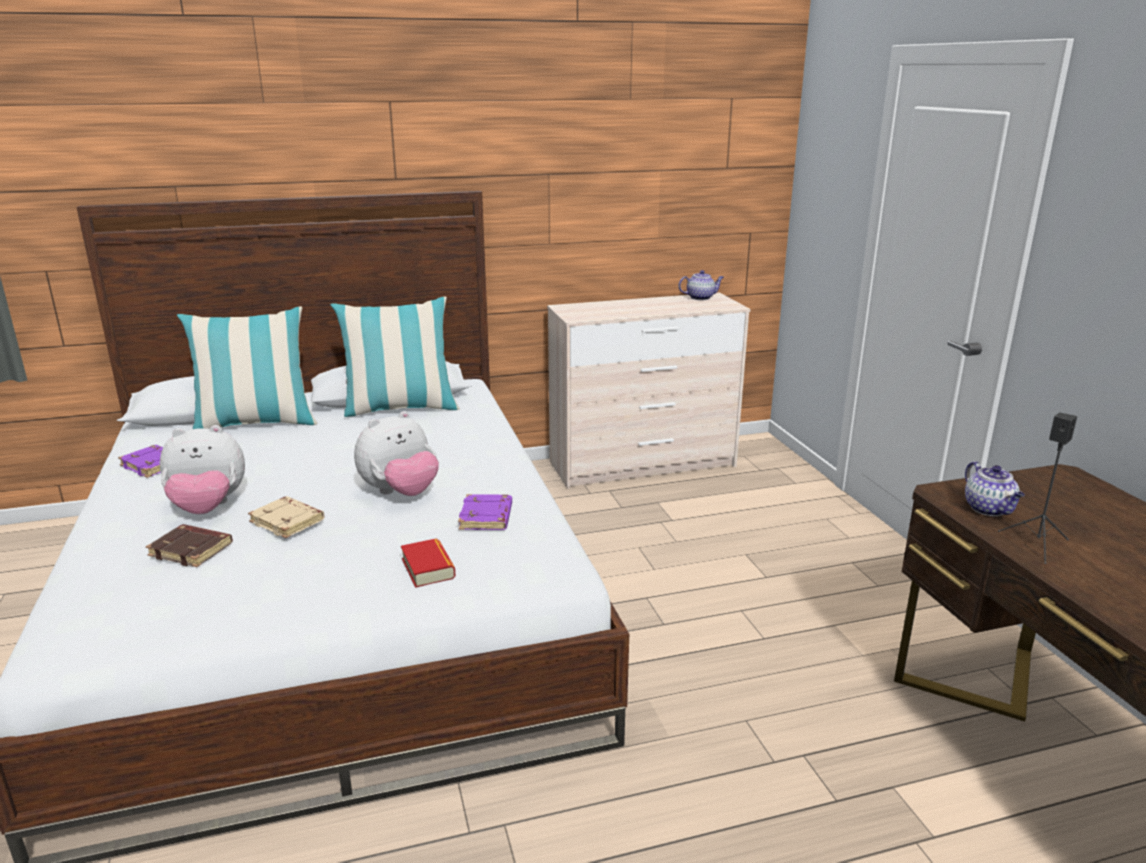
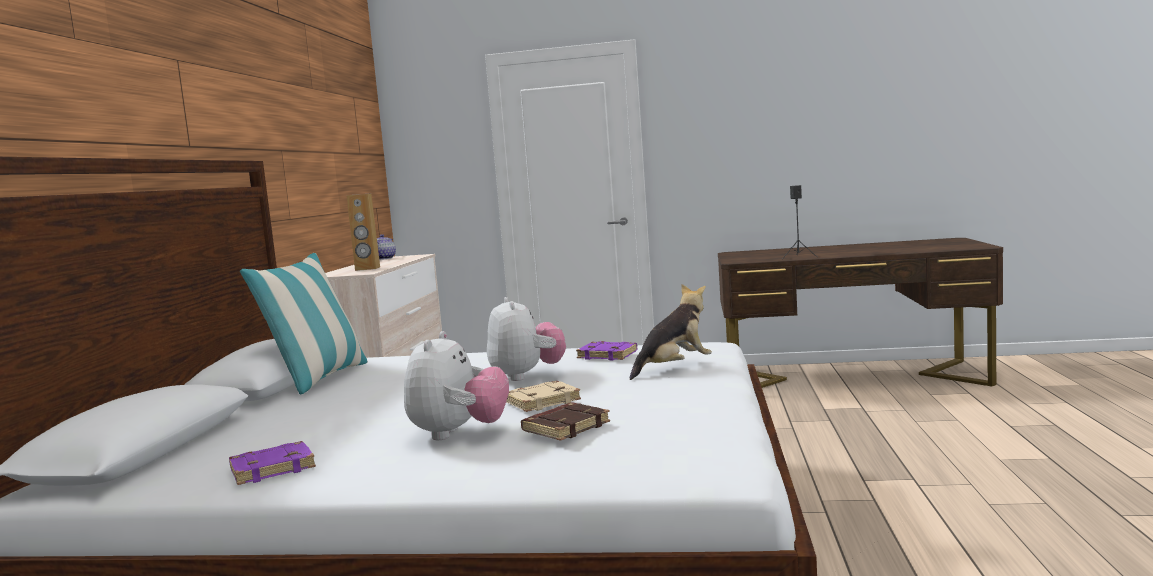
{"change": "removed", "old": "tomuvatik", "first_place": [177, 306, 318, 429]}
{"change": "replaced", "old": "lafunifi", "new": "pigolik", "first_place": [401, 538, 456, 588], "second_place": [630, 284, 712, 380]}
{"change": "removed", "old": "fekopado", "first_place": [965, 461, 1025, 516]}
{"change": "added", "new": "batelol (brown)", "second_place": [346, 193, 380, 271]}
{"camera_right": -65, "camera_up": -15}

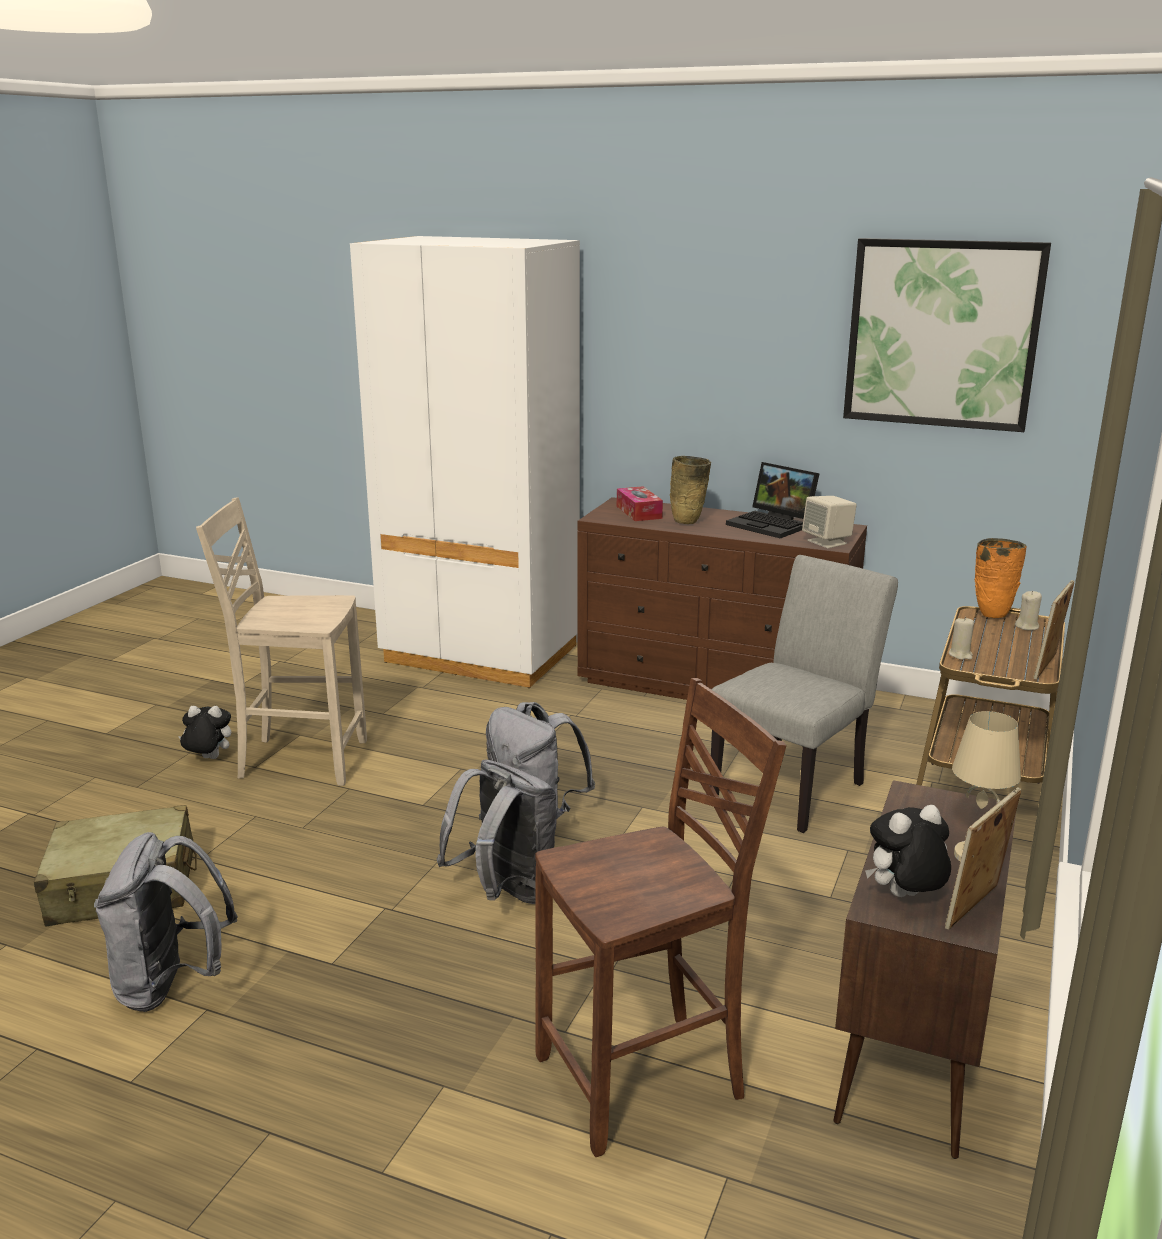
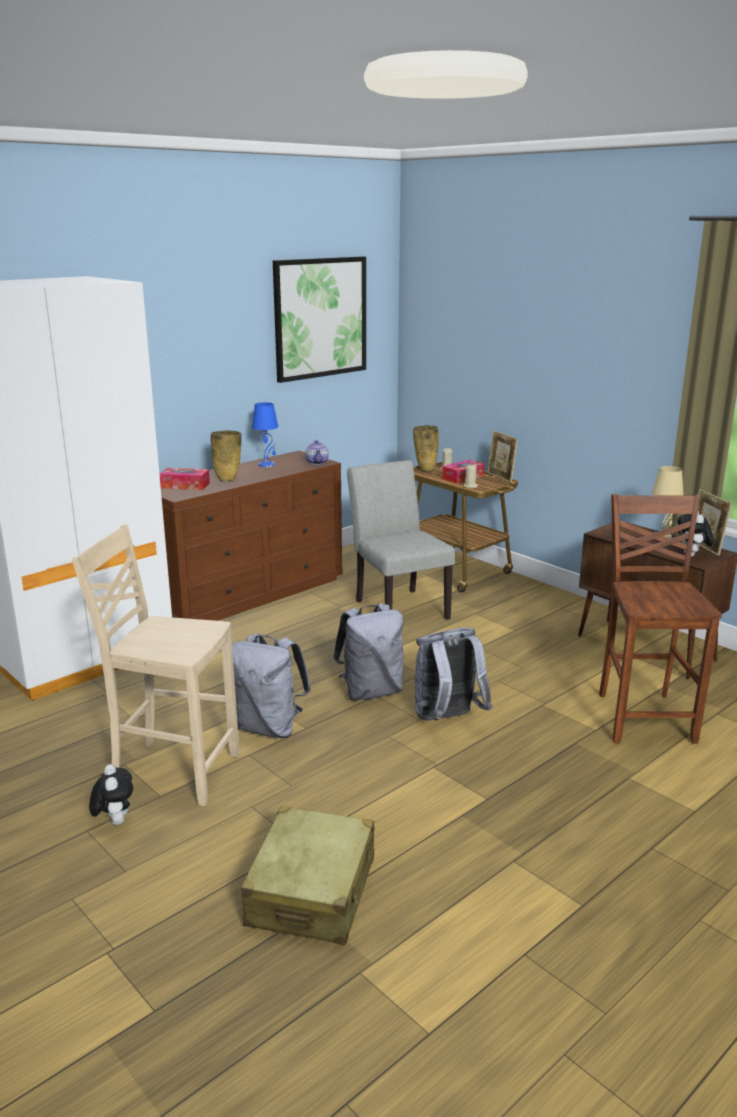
{"change": "moved", "old": "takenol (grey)", "first_place": [94, 832, 238, 1012], "second_place": [232, 633, 311, 738]}
{"change": "turned", "old": "pigolik", "first_place": [178, 706, 231, 759], "second_place": [89, 764, 133, 825], "degrees": 135}
{"change": "turned", "old": "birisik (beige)", "first_place": [196, 497, 367, 786], "second_place": [72, 525, 239, 806], "degrees": 75}
{"change": "replaced", "old": "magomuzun", "new": "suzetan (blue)", "first_place": [726, 462, 820, 538], "second_place": [252, 402, 278, 468]}
{"change": "replaced", "old": "batelol (beige)", "new": "fekopado", "first_place": [802, 496, 857, 548], "second_place": [305, 440, 329, 465]}
{"change": "recoloured", "old": "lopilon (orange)", "new": "lopilon (beige)", "first_place": [975, 538, 1027, 618], "second_place": [413, 425, 439, 471]}
{"change": "added", "new": "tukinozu", "second_place": [442, 460, 484, 484]}
{"camera_right": -65, "camera_up": 0}

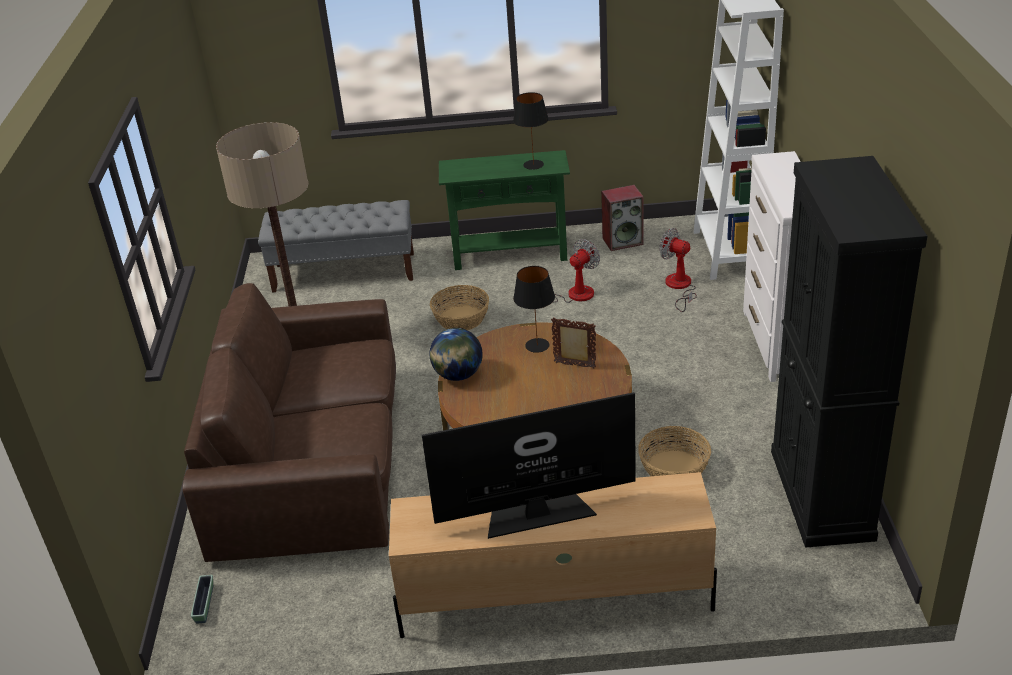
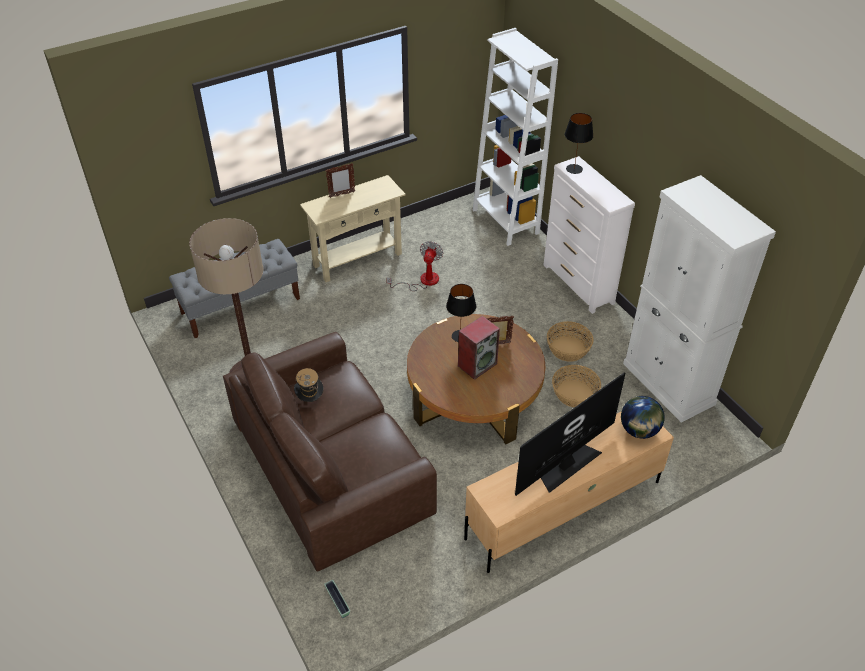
{"change": "moved", "old": "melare", "first_place": [429, 328, 483, 381], "second_place": [621, 396, 665, 439]}
{"change": "moved", "old": "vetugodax", "first_place": [430, 285, 489, 330], "second_place": [547, 321, 594, 362]}
{"change": "recoloured", "old": "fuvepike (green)", "new": "fuvepike (beige)", "first_place": [439, 150, 570, 270], "second_place": [300, 175, 406, 282]}
{"change": "moved", "old": "suzetan (black)", "first_place": [513, 92, 549, 170], "second_place": [565, 113, 593, 174]}
{"change": "moved", "old": "batelol", "first_place": [601, 185, 644, 251], "second_place": [458, 316, 500, 380]}
{"change": "removed", "old": "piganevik", "first_place": [659, 228, 697, 312]}
{"change": "recoloured", "old": "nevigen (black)", "new": "nevigen (white)", "first_place": [771, 156, 927, 548], "second_place": [623, 175, 776, 423]}
{"change": "added", "new": "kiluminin", "second_place": [294, 368, 324, 402]}
{"change": "added", "new": "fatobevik", "second_place": [326, 163, 355, 198]}
{"camera_right": -30, "camera_up": 10}

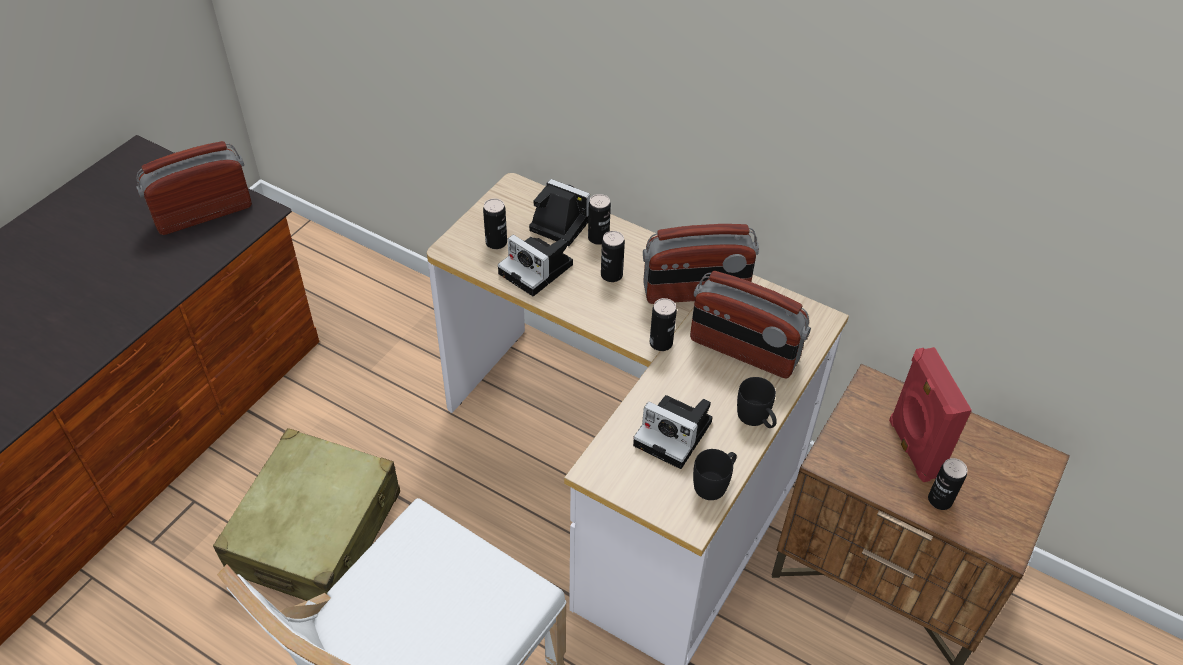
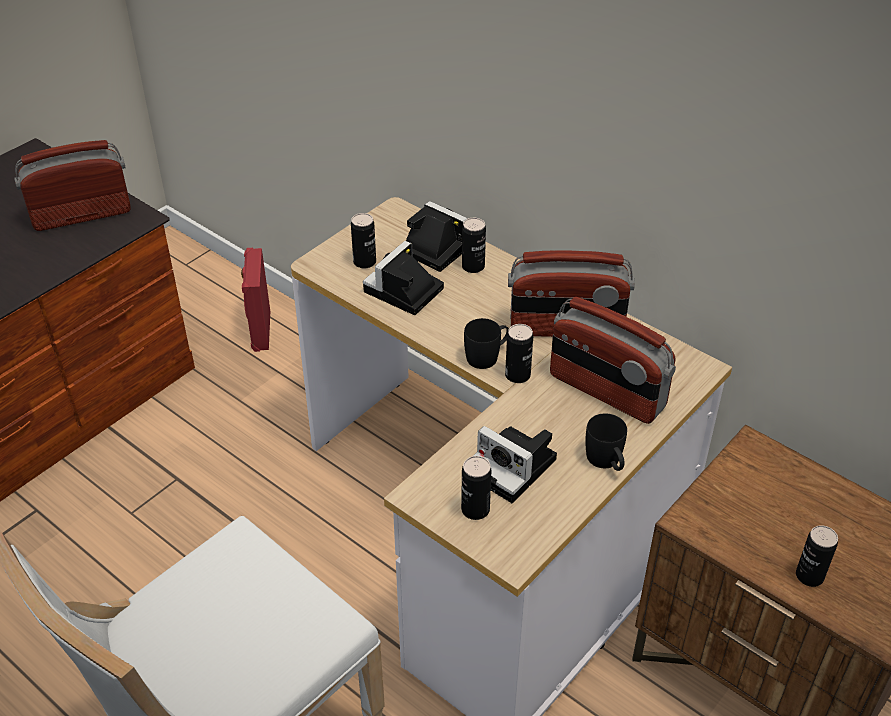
{"change": "removed", "old": "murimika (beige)", "first_place": [213, 428, 400, 601]}
{"change": "turned", "old": "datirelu", "first_place": [498, 235, 573, 296], "second_place": [363, 241, 444, 315], "degrees": 75}
{"change": "moved", "old": "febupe", "first_place": [601, 231, 625, 282], "second_place": [461, 456, 491, 520]}
{"change": "moved", "old": "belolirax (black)", "first_place": [693, 449, 737, 500], "second_place": [464, 318, 509, 369]}
{"change": "moved", "old": "batelol (red)", "first_place": [889, 347, 972, 482], "second_place": [241, 248, 270, 352]}
{"camera_right": 10, "camera_up": -5}

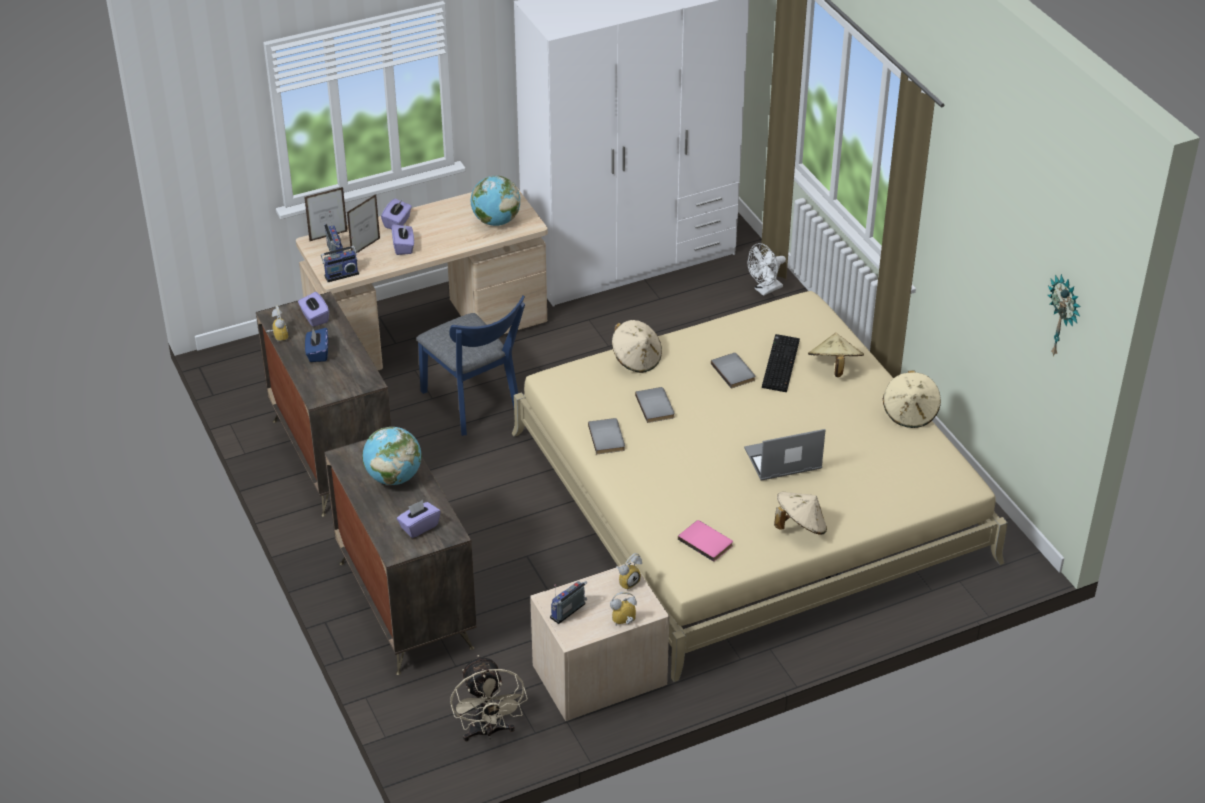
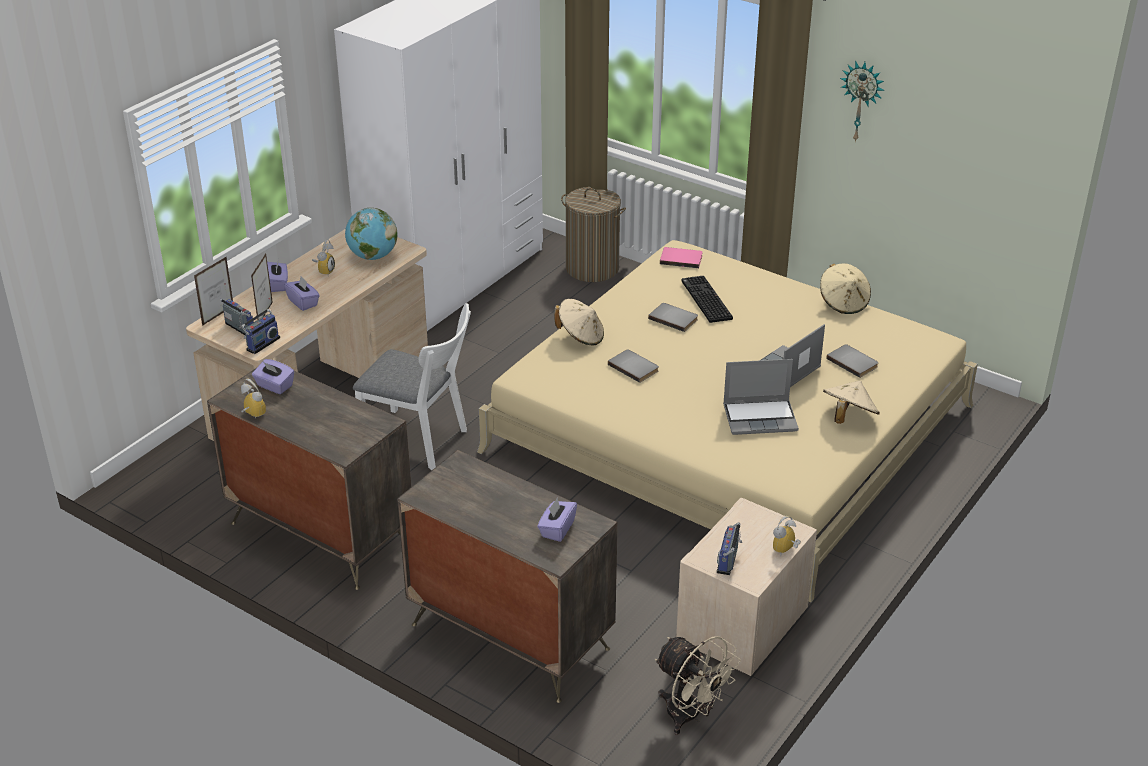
{"change": "removed", "old": "tukinozu (blue)", "first_place": [305, 328, 328, 362]}
{"change": "removed", "old": "melare", "first_place": [362, 427, 422, 485]}
{"change": "recoloured", "old": "birisik (blue)", "new": "birisik (white)", "first_place": [416, 295, 525, 436], "second_place": [353, 303, 471, 470]}
{"change": "moved", "old": "lafunifi (grey)", "first_place": [588, 418, 625, 454], "second_place": [826, 344, 879, 378]}
{"change": "moved", "old": "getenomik", "first_place": [616, 553, 642, 590], "second_place": [312, 239, 335, 275]}
{"change": "moved", "old": "lafunifi (pink)", "first_place": [678, 520, 733, 562], "second_place": [660, 247, 703, 268]}
{"change": "replaced", "old": "piganevik (white)", "new": "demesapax", "first_place": [748, 243, 786, 296], "second_place": [561, 187, 626, 282]}
{"change": "removed", "old": "kiluminin (beige)", "first_place": [808, 333, 864, 377]}
{"change": "moved", "old": "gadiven", "first_place": [1048, 274, 1080, 357], "second_place": [840, 60, 885, 142]}
{"change": "added", "new": "magomuzun", "second_place": [723, 359, 799, 435]}
{"camera_right": -30, "camera_up": -5}

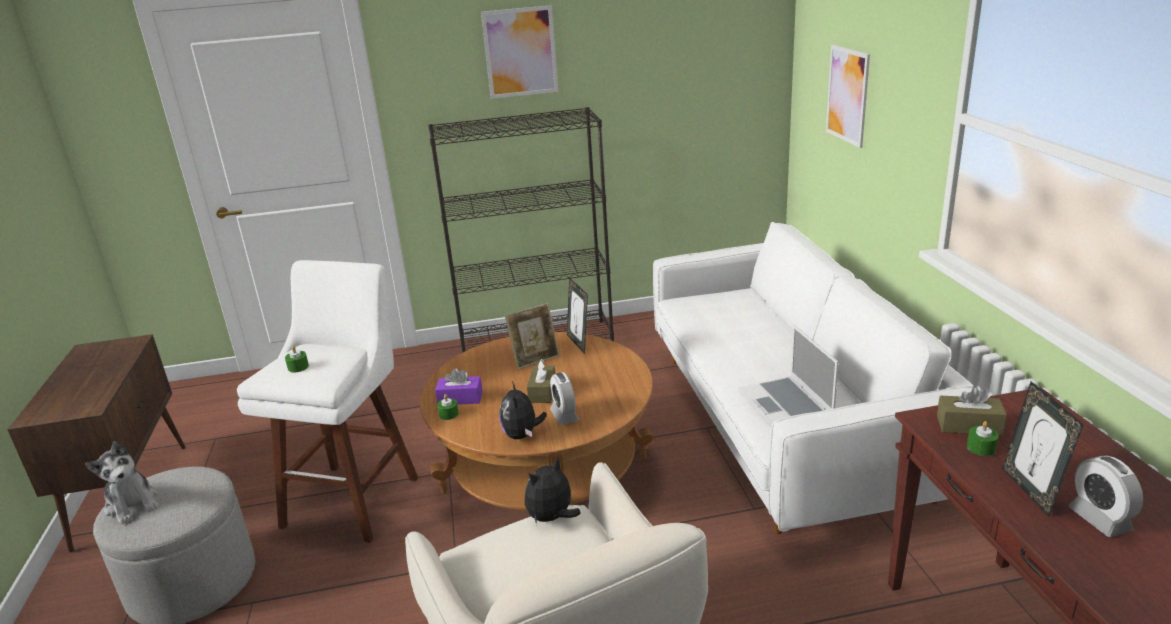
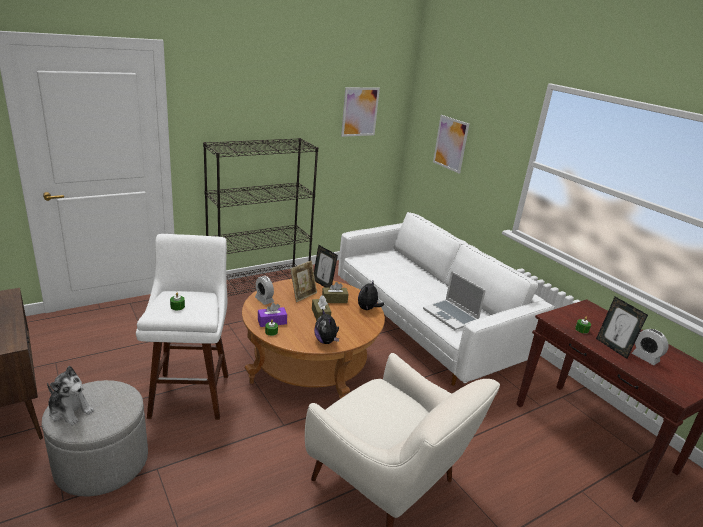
{"change": "moved", "old": "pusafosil", "first_place": [481, 5, 559, 99], "second_place": [341, 87, 380, 137]}
{"change": "moved", "old": "pigolik", "first_place": [525, 457, 581, 524], "second_place": [358, 281, 384, 310]}
{"change": "moved", "old": "getenomik", "first_place": [550, 372, 580, 425], "second_place": [255, 276, 274, 305]}
{"change": "moved", "old": "tukinozu (brown)", "first_place": [937, 385, 1007, 436], "second_place": [322, 282, 348, 303]}
{"camera_right": -25, "camera_up": 0}

